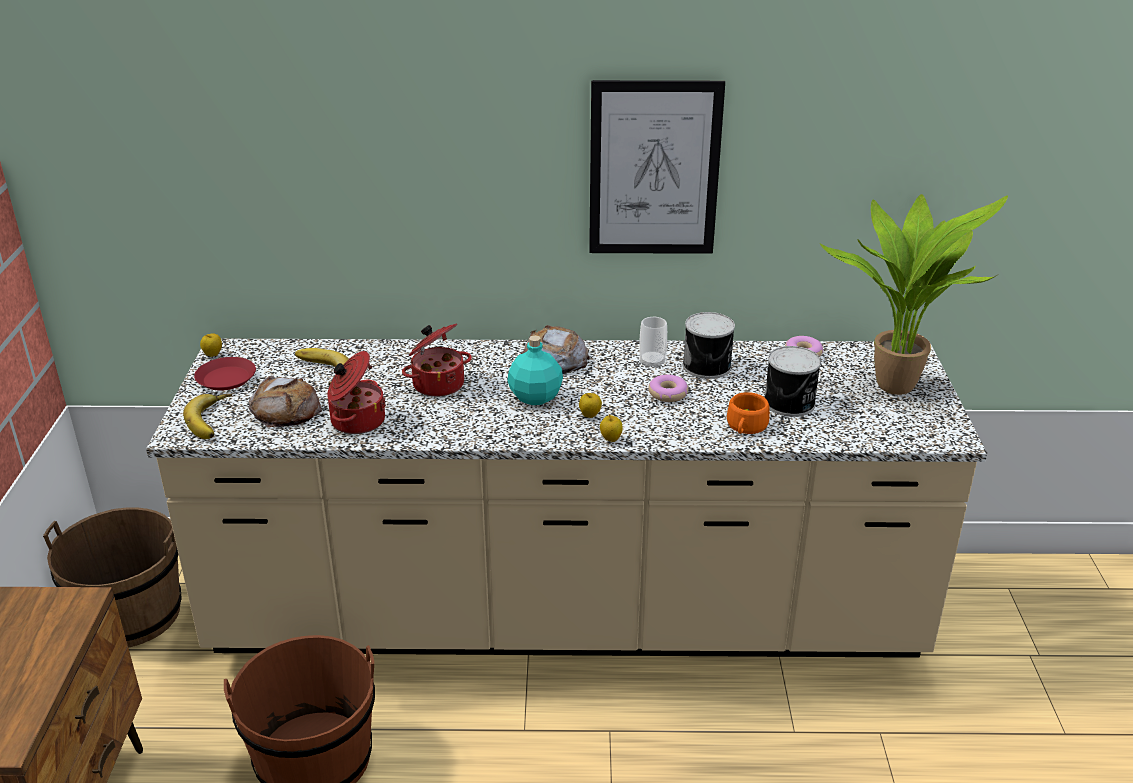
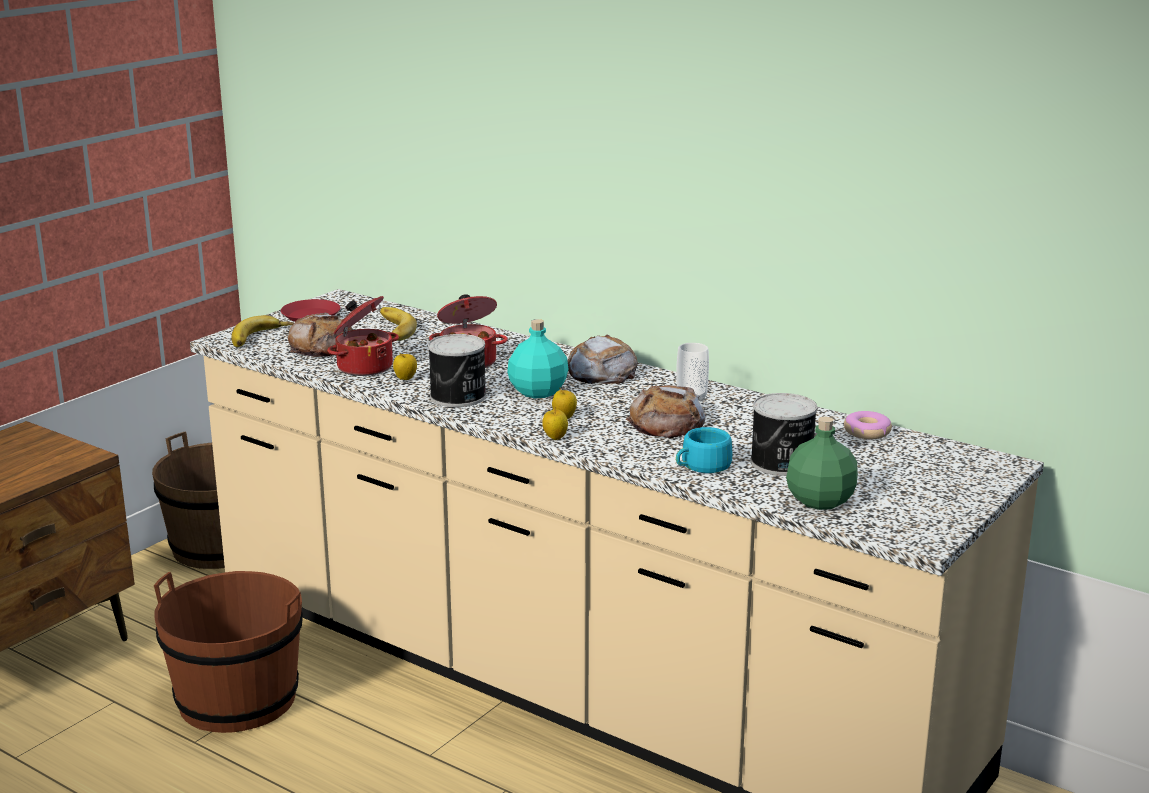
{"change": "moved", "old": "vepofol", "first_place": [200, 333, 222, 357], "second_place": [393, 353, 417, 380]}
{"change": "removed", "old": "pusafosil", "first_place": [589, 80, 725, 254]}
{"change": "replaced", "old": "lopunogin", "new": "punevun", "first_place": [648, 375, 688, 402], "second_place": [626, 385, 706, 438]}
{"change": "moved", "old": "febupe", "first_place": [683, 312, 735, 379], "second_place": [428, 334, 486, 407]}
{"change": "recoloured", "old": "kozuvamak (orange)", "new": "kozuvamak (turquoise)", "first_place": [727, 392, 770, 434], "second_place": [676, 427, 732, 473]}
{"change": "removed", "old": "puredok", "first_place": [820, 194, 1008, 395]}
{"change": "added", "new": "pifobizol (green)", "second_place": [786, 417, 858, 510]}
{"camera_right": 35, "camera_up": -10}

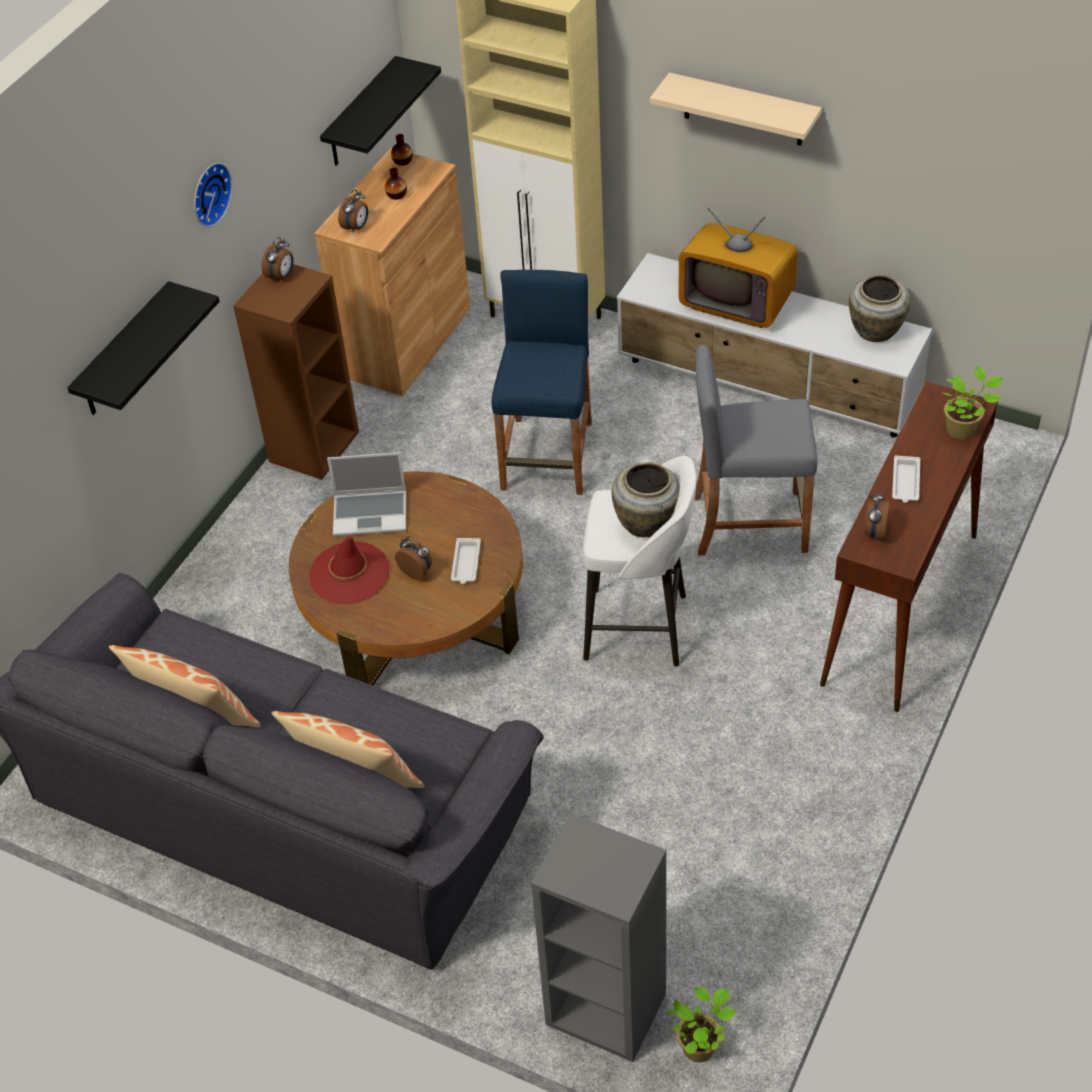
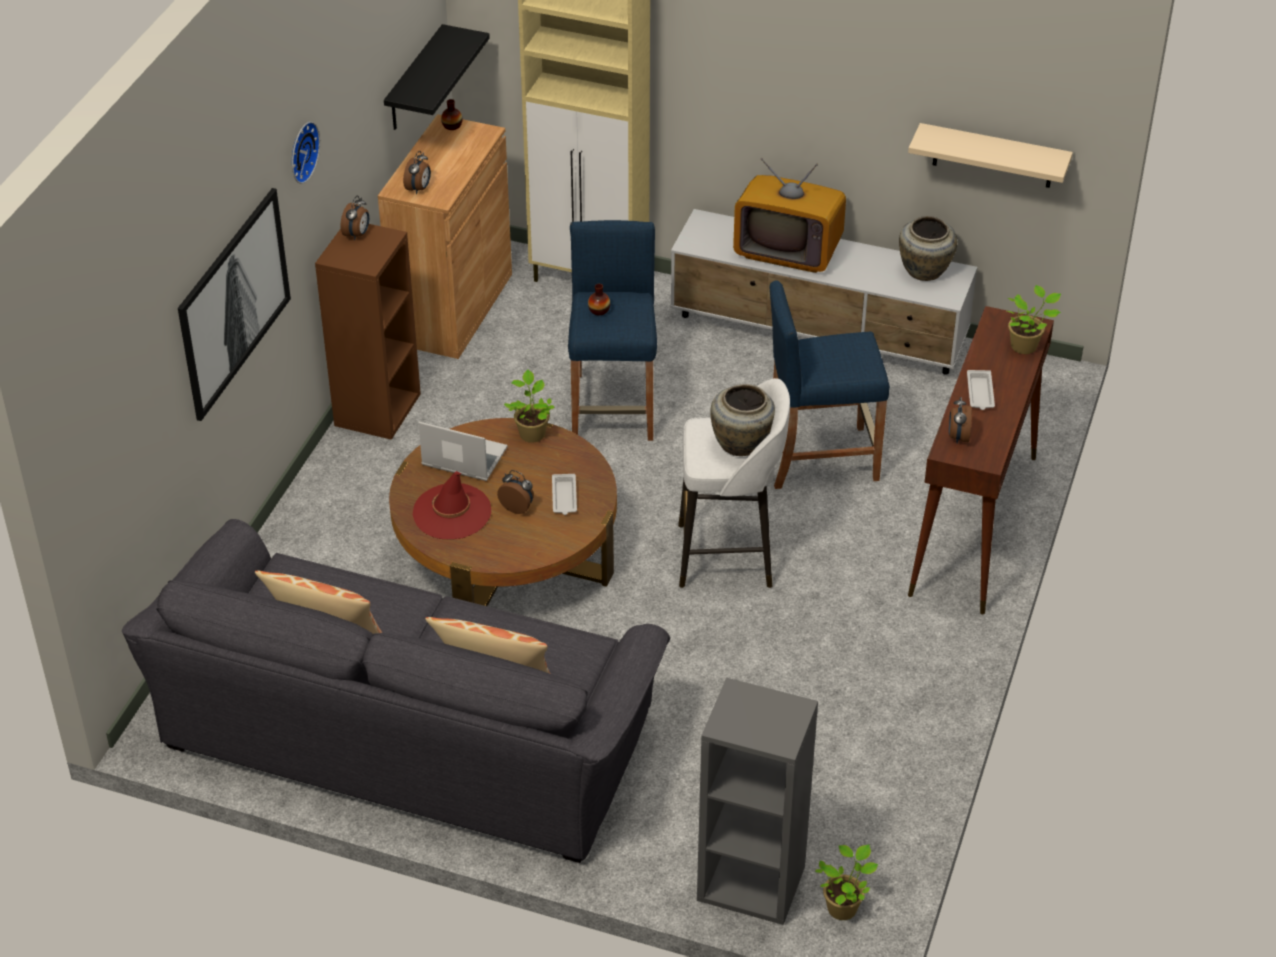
{"change": "replaced", "old": "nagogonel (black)", "new": "pusafosil", "first_place": [67, 281, 220, 415], "second_place": [178, 188, 291, 421]}
{"change": "turned", "old": "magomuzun", "first_place": [327, 452, 406, 536], "second_place": [418, 422, 508, 481], "degrees": -150}
{"change": "moved", "old": "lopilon", "first_place": [385, 168, 407, 200], "second_place": [588, 284, 610, 315]}
{"change": "moved", "old": "nagogonel (beige)", "first_place": [650, 72, 822, 146], "second_place": [908, 123, 1073, 188]}
{"change": "recoloured", "old": "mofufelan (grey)", "new": "mofufelan (blue)", "first_place": [694, 345, 818, 556], "second_place": [770, 281, 890, 489]}
{"change": "added", "new": "puredok", "second_place": [504, 369, 555, 443]}
{"camera_right": -10, "camera_up": -5}

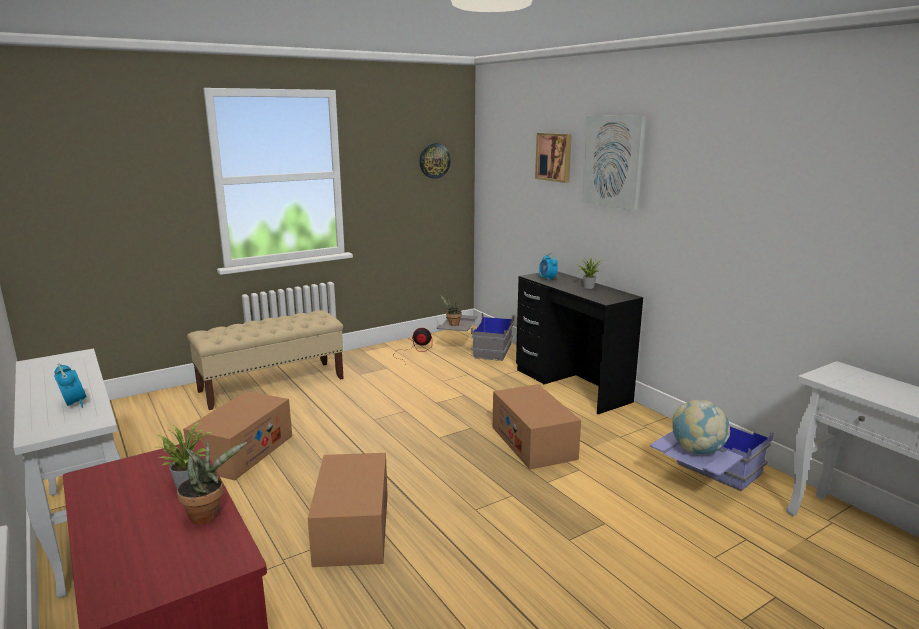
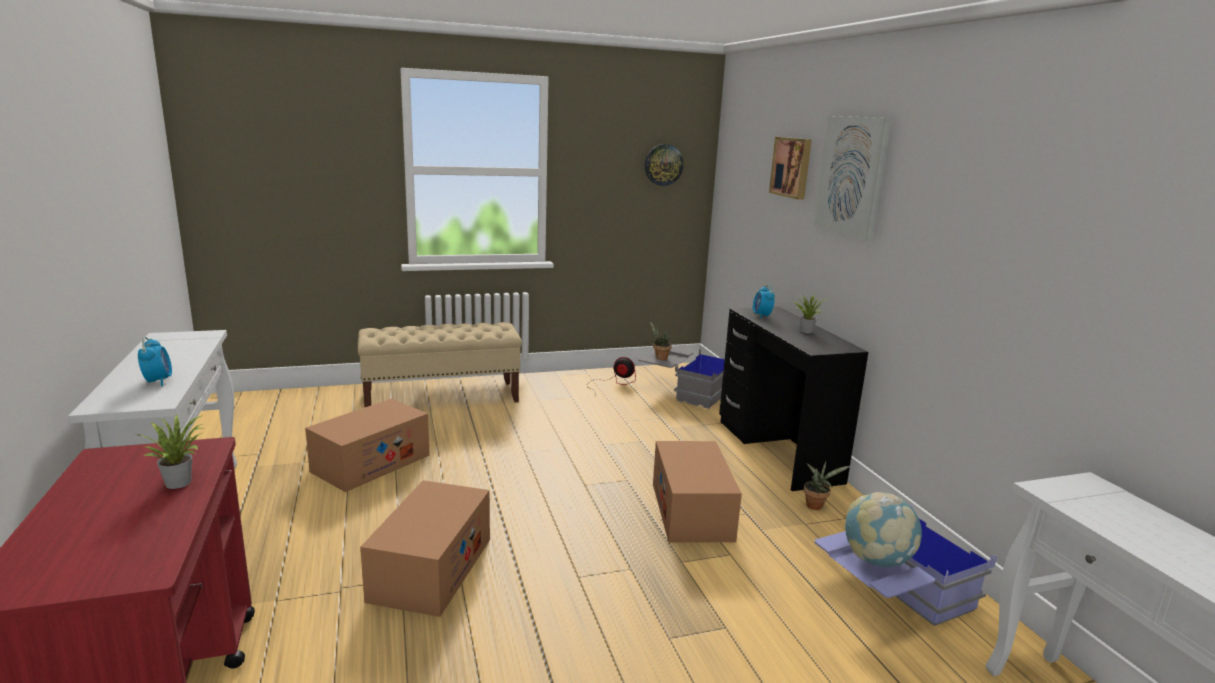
{"change": "moved", "old": "puredok", "first_place": [177, 441, 247, 524], "second_place": [804, 462, 850, 510]}
{"camera_right": 15, "camera_up": 0}

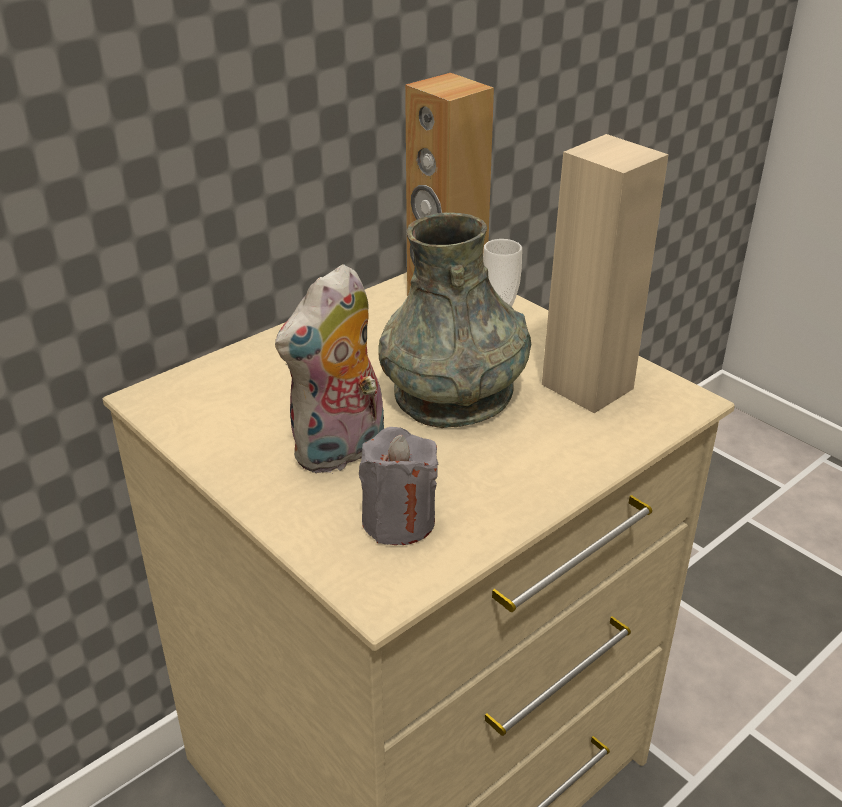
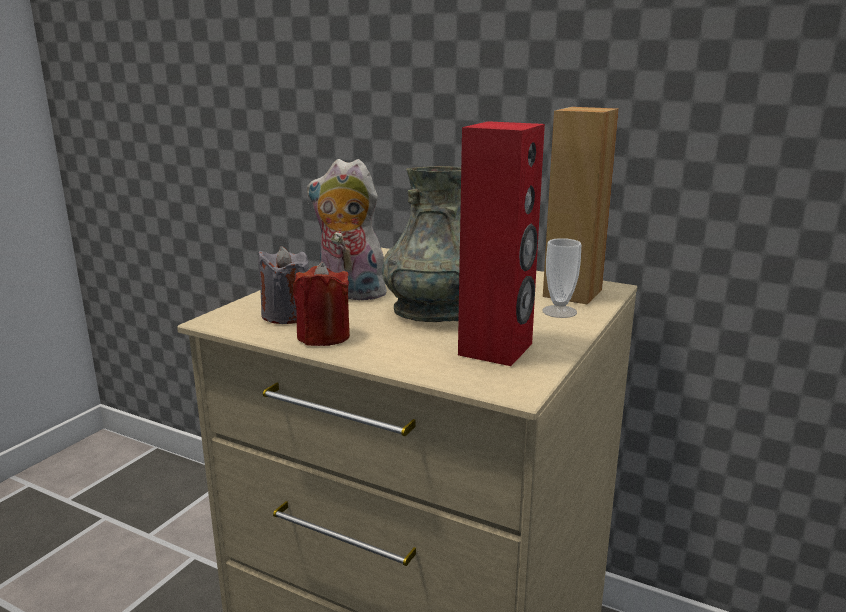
{"change": "recoloured", "old": "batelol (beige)", "new": "batelol (red)", "first_place": [542, 134, 669, 413], "second_place": [458, 121, 545, 366]}
{"change": "added", "new": "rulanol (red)", "second_place": [293, 262, 350, 346]}
{"camera_right": 70, "camera_up": -15}

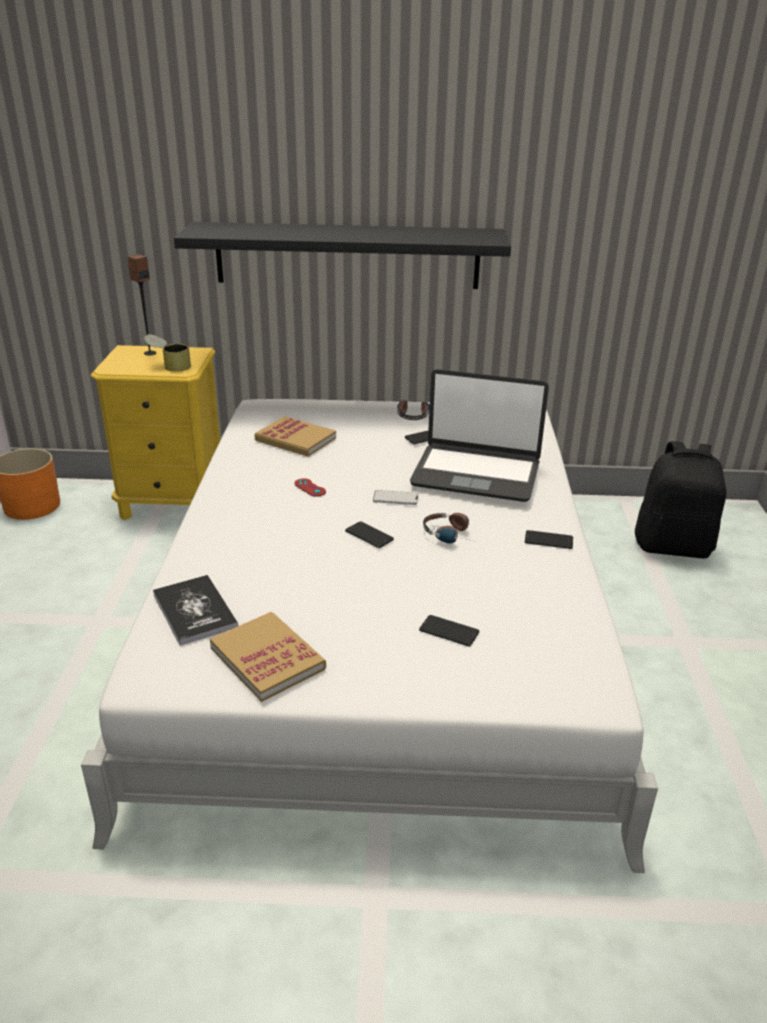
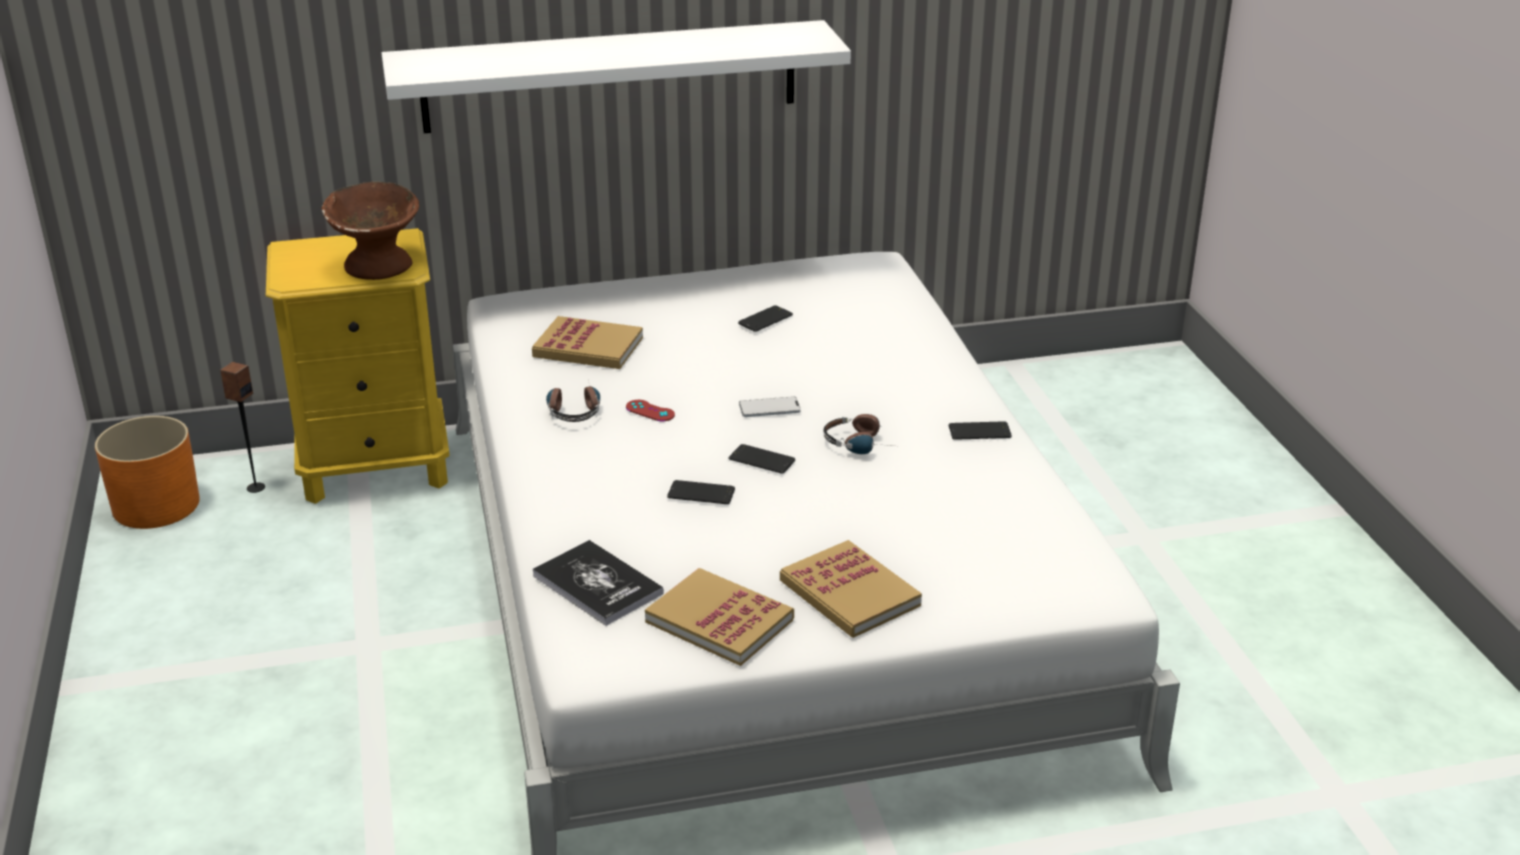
{"change": "moved", "old": "batelol", "first_place": [127, 254, 156, 355], "second_place": [220, 362, 265, 493]}
{"change": "replaced", "old": "febupe", "new": "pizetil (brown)", "first_place": [144, 334, 191, 372], "second_place": [321, 182, 419, 280]}
{"change": "recoloured", "old": "nagogonel (black)", "new": "nagogonel (white)", "first_place": [174, 222, 511, 289], "second_place": [382, 20, 851, 133]}
{"change": "moved", "old": "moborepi", "first_place": [397, 400, 430, 420], "second_place": [546, 386, 600, 422]}
{"change": "removed", "old": "magomuzun", "first_place": [410, 369, 549, 502]}
{"change": "moved", "old": "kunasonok", "first_place": [419, 615, 479, 646], "second_place": [667, 480, 735, 504]}
{"change": "removed", "old": "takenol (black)", "first_place": [635, 441, 727, 559]}
{"change": "added", "new": "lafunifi", "second_place": [780, 540, 922, 638]}
{"camera_right": -15, "camera_up": 0}

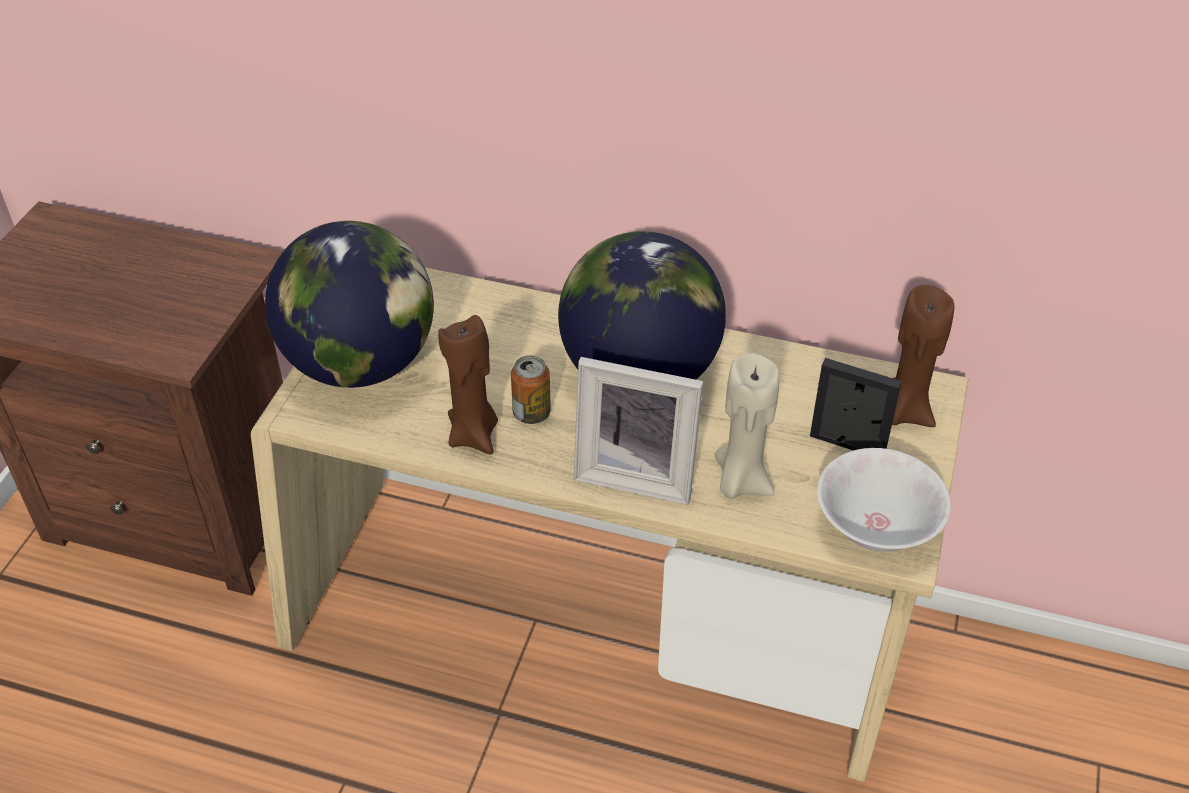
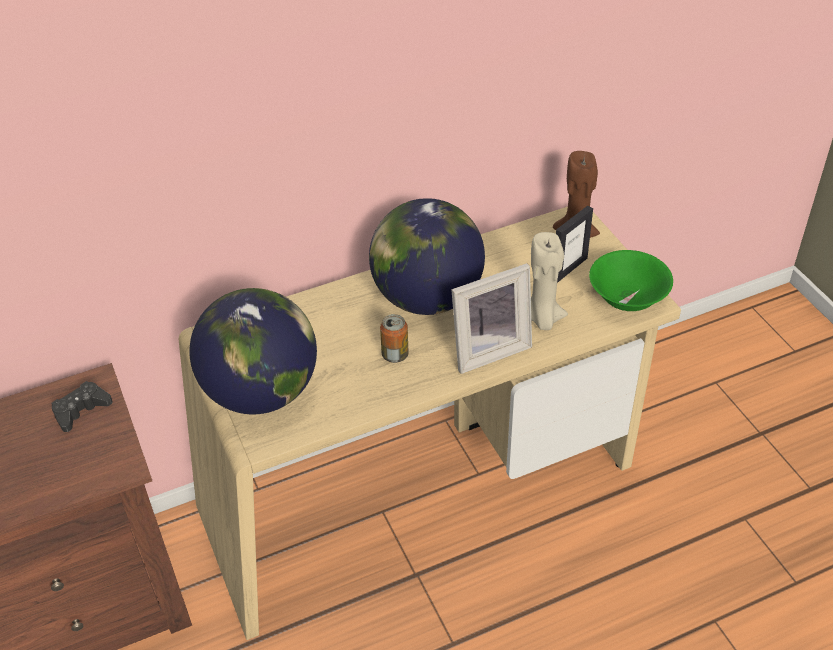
{"change": "removed", "old": "rulanol (brown)", "first_place": [438, 315, 498, 455]}
{"change": "turned", "old": "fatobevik", "first_place": [810, 358, 902, 450], "second_place": [556, 206, 593, 283], "degrees": 150}
{"change": "recoloured", "old": "pizetil (white)", "new": "pizetil (green)", "first_place": [817, 448, 951, 551], "second_place": [589, 250, 673, 311]}
{"change": "added", "new": "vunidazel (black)", "second_place": [51, 381, 113, 432]}
{"camera_right": -40, "camera_up": 0}

